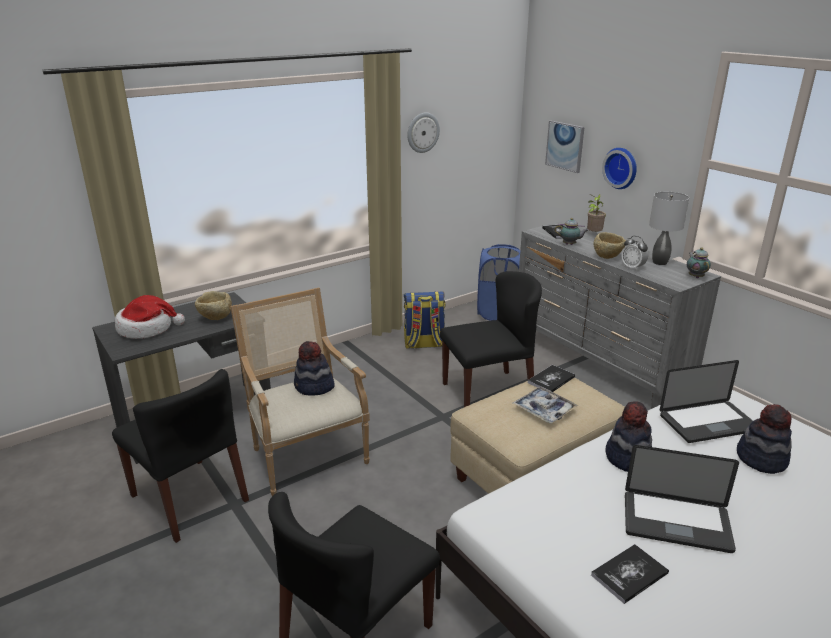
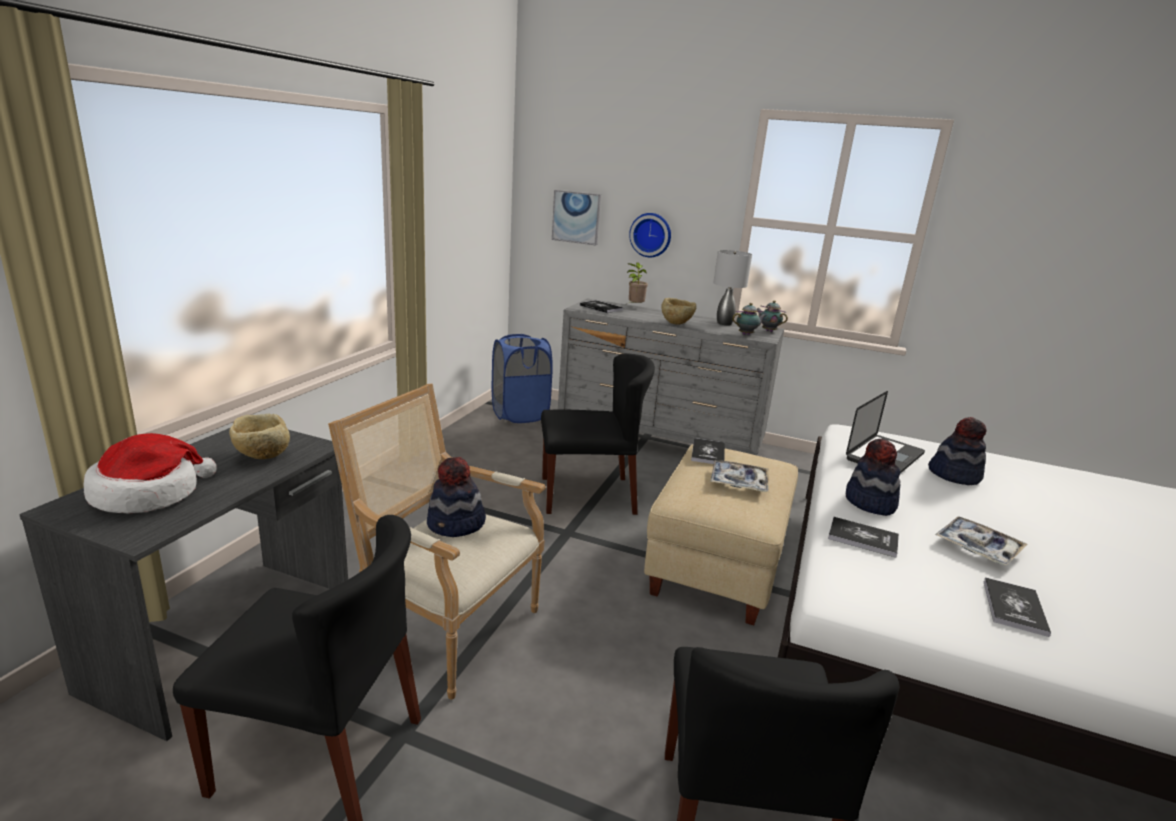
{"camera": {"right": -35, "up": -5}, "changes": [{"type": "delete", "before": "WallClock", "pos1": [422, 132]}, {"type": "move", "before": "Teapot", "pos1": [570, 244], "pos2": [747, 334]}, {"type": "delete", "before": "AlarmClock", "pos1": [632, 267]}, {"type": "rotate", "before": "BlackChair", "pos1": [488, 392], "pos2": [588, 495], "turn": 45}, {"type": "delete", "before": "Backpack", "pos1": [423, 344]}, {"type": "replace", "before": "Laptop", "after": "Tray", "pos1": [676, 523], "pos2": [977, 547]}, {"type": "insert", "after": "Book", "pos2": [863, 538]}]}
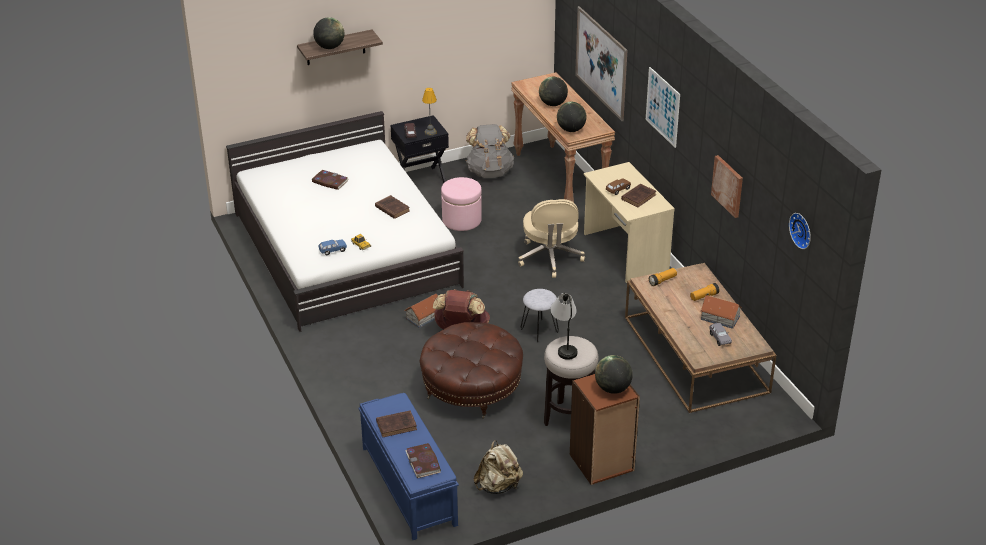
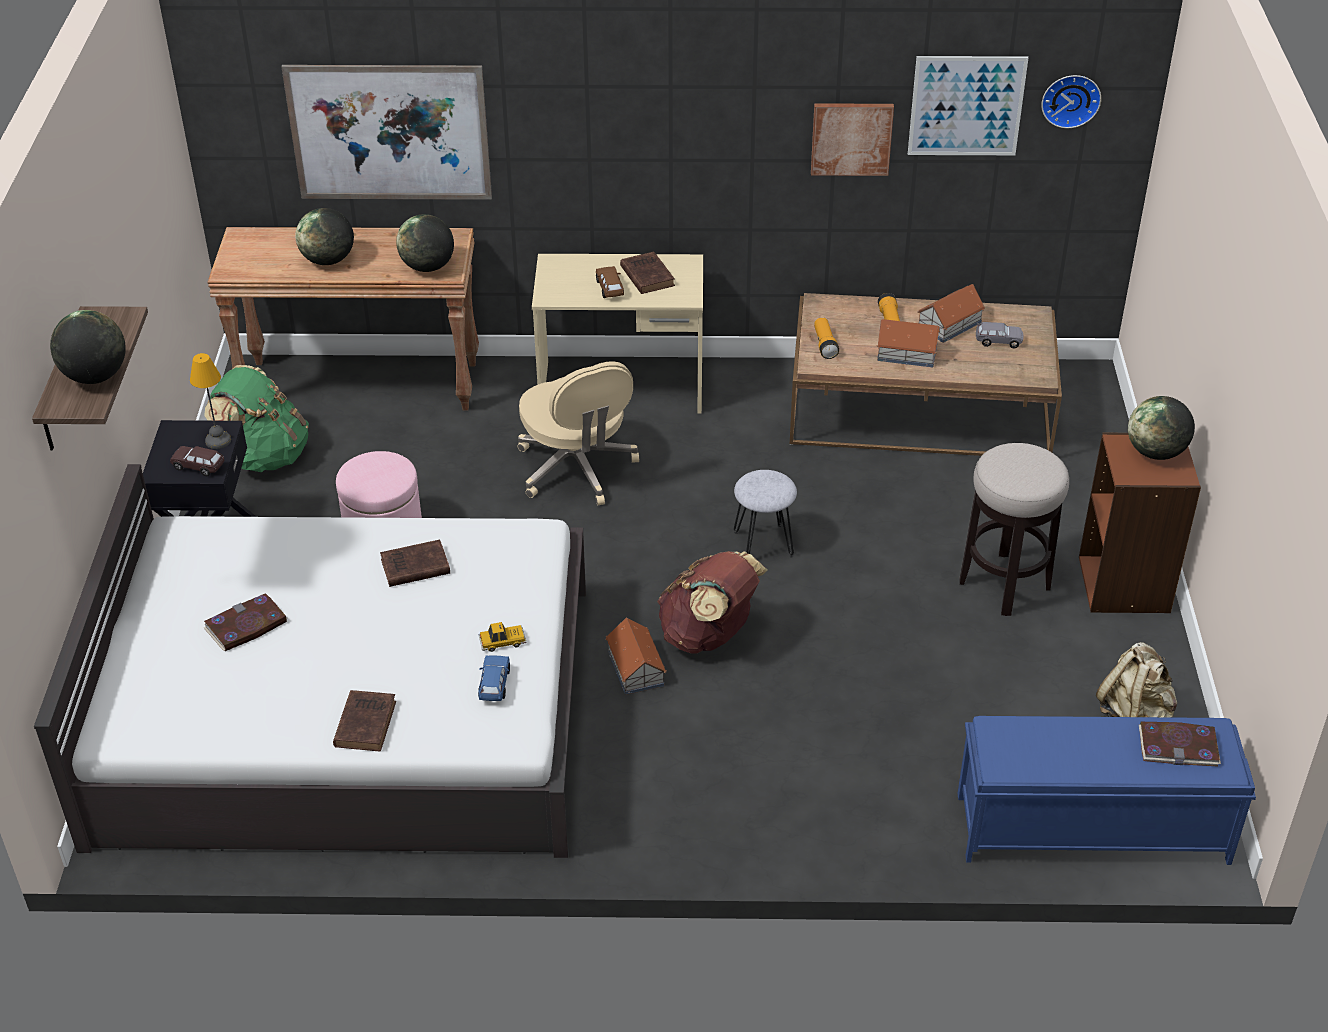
{"camera": {"right": -65, "up": 5}, "changes": [{"type": "move", "before": "Picture", "pos1": [663, 107], "pos2": [966, 106]}, {"type": "recolor", "before": "GreyBackpack", "after": "GreenBackpack", "pos1": [489, 171], "pos2": [265, 455]}, {"type": "rotate", "before": "BeigeOfficeChair", "pos1": [550, 258], "pos2": [577, 469], "turn": 45}, {"type": "delete", "before": "TableLamp", "pos1": [565, 344]}, {"type": "delete", "before": "BrownOttoman", "pos1": [471, 389]}, {"type": "move", "before": "BrownBook", "pos1": [397, 425], "pos2": [366, 722]}, {"type": "insert", "after": "ToyHouse", "pos2": [907, 353]}]}
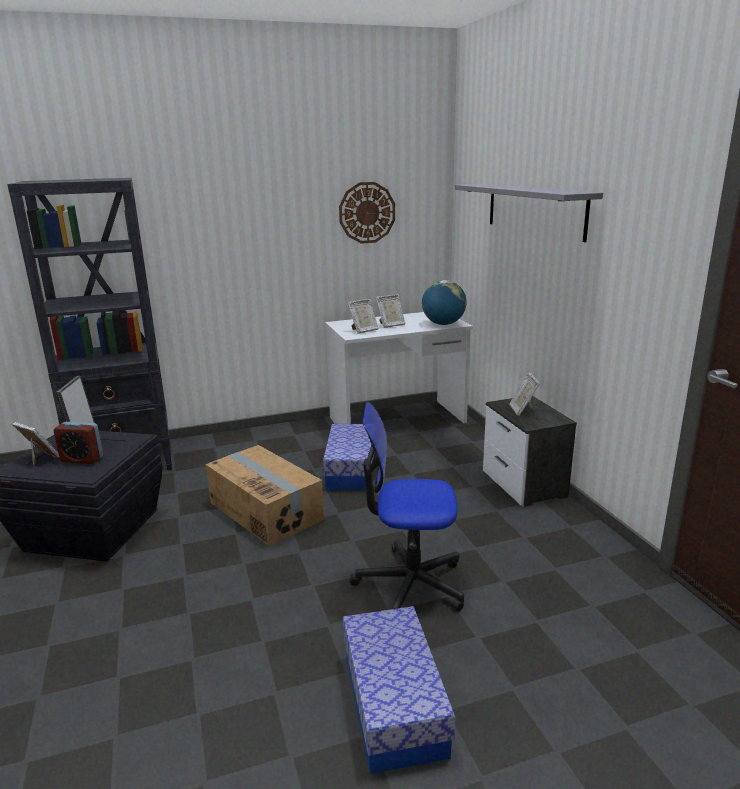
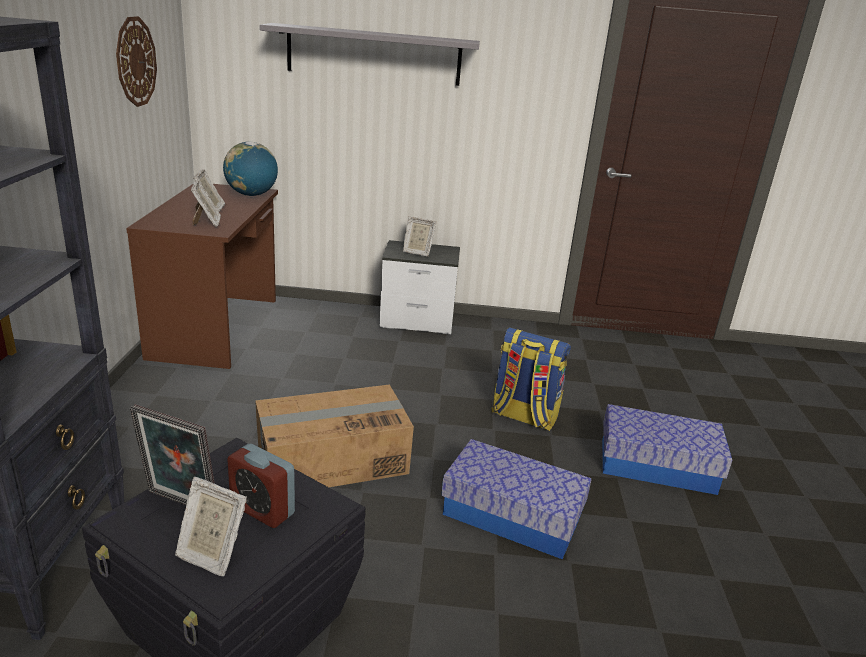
{"camera": {"right": -70, "up": 5}, "changes": [{"type": "recolor", "before": "WhiteDesk", "after": "BrownDesk", "pos1": [397, 420], "pos2": [217, 328]}, {"type": "replace", "before": "OfficeChair", "after": "Backpack", "pos1": [410, 584], "pos2": [523, 416]}, {"type": "rotate", "before": "AlarmClock", "pos1": [82, 459], "pos2": [262, 509], "turn": 90}, {"type": "rotate", "before": "PictureFrame", "pos1": [41, 458], "pos2": [211, 554], "turn": -120}, {"type": "move", "before": "StorageBox", "pos1": [351, 469], "pos2": [512, 515]}]}
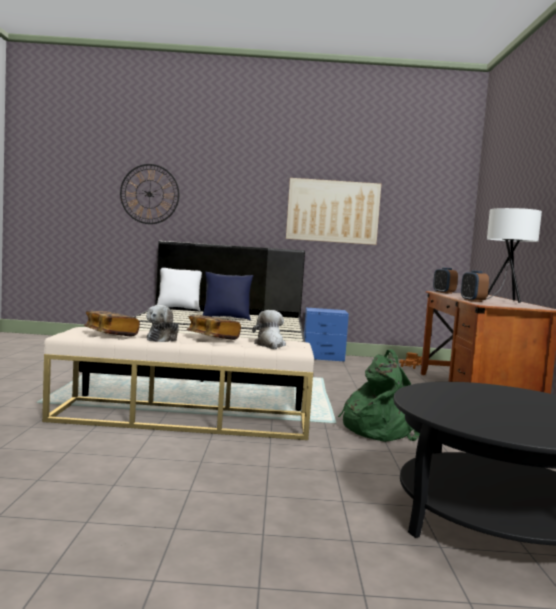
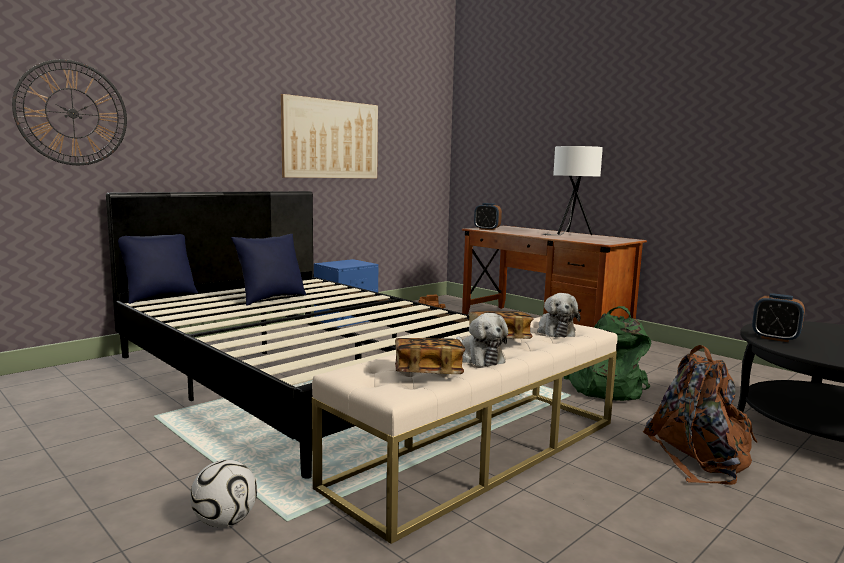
{"camera": {"right": -45, "up": 5}, "changes": [{"type": "recolor", "before": "WhitePillow", "after": "BluePillow", "pos1": [178, 309], "pos2": [159, 297]}, {"type": "move", "before": "AlarmClock", "pos1": [473, 301], "pos2": [775, 338]}, {"type": "rotate", "before": "PlushToy", "pos1": [270, 345], "pos2": [555, 331], "turn": -135}, {"type": "insert", "after": "BrownBackpack", "pos2": [700, 457]}, {"type": "insert", "after": "Football", "pos2": [225, 522]}]}
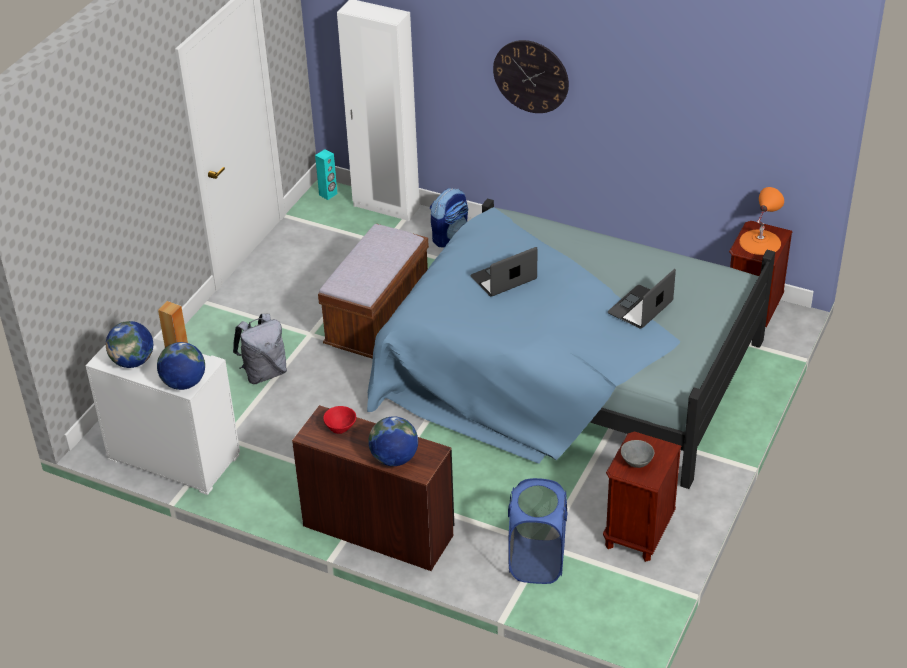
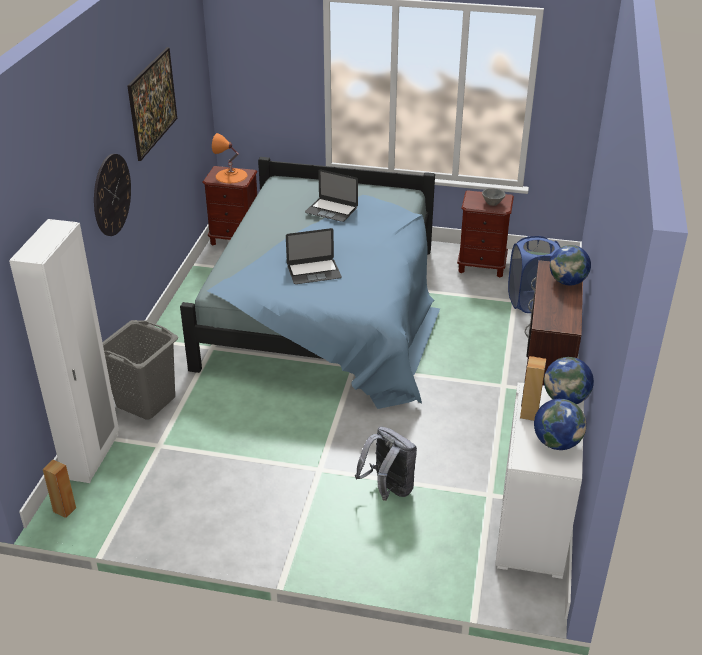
{"camera": {"right": -105, "up": -5}, "changes": [{"type": "recolor", "before": "TurquoiseSpeaker", "after": "BrownSpeaker", "pos1": [328, 194], "pos2": [65, 509]}, {"type": "replace", "before": "Backpack", "after": "GreyLaundryBasket", "pos1": [450, 237], "pos2": [145, 401]}, {"type": "delete", "before": "BrownBench", "pos1": [378, 320]}, {"type": "rotate", "before": "Laptop", "pos1": [503, 278], "pos2": [314, 271], "turn": -60}, {"type": "delete", "before": "RedBowl", "pos1": [341, 428]}, {"type": "insert", "after": "Picture", "pos2": [154, 121]}]}
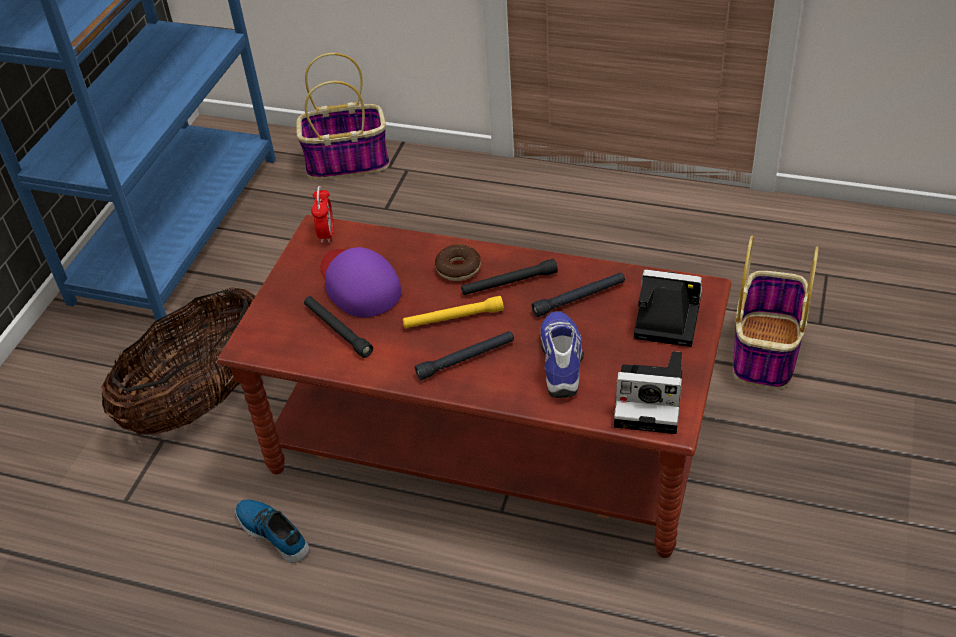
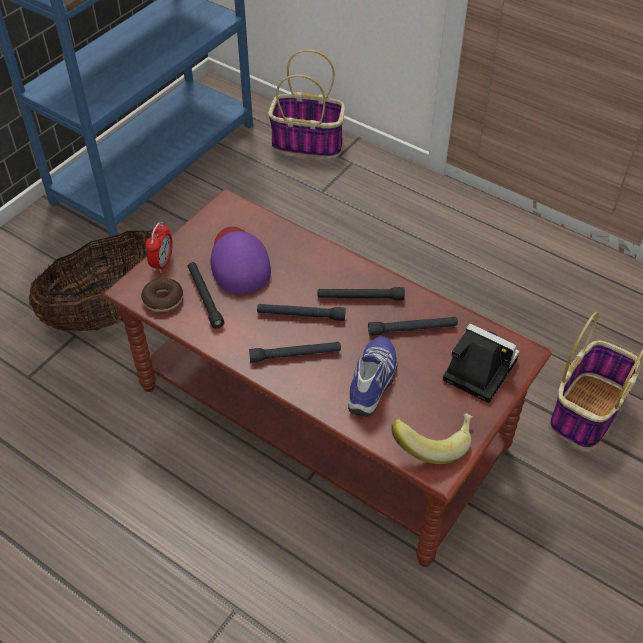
{"camera": {"right": 15, "up": 5}, "changes": [{"type": "move", "before": "AlarmClock", "pos1": [326, 234], "pos2": [162, 263]}, {"type": "move", "before": "Donut", "pos1": [458, 268], "pos2": [163, 299]}, {"type": "recolor", "before": "YellowFlashlight", "after": "BlackFlashlight", "pos1": [453, 318], "pos2": [301, 315]}, {"type": "replace", "before": "PhotoCamera", "after": "Banana", "pos1": [652, 401], "pos2": [433, 442]}, {"type": "delete", "before": "Shoe", "pos1": [274, 532]}]}
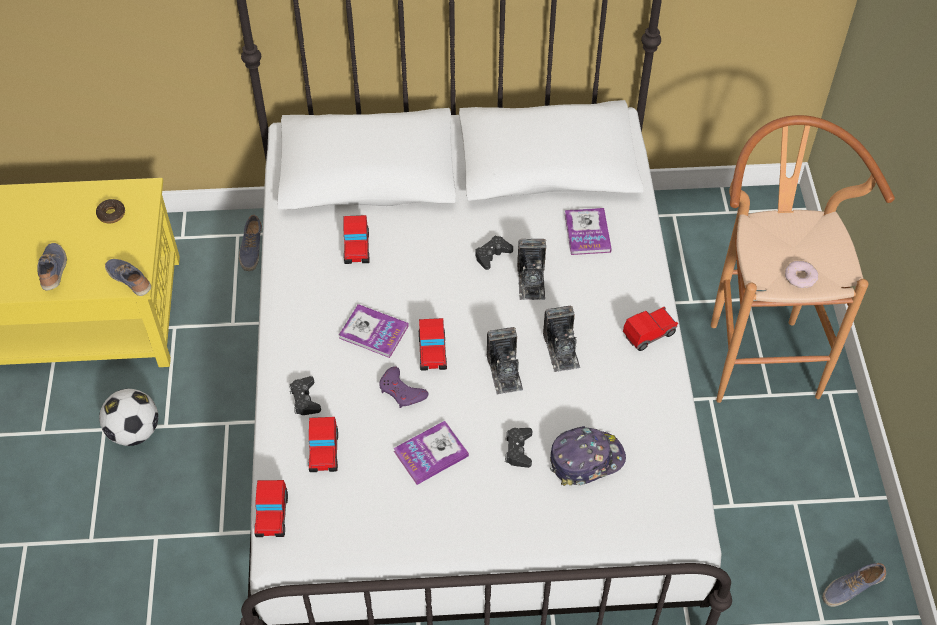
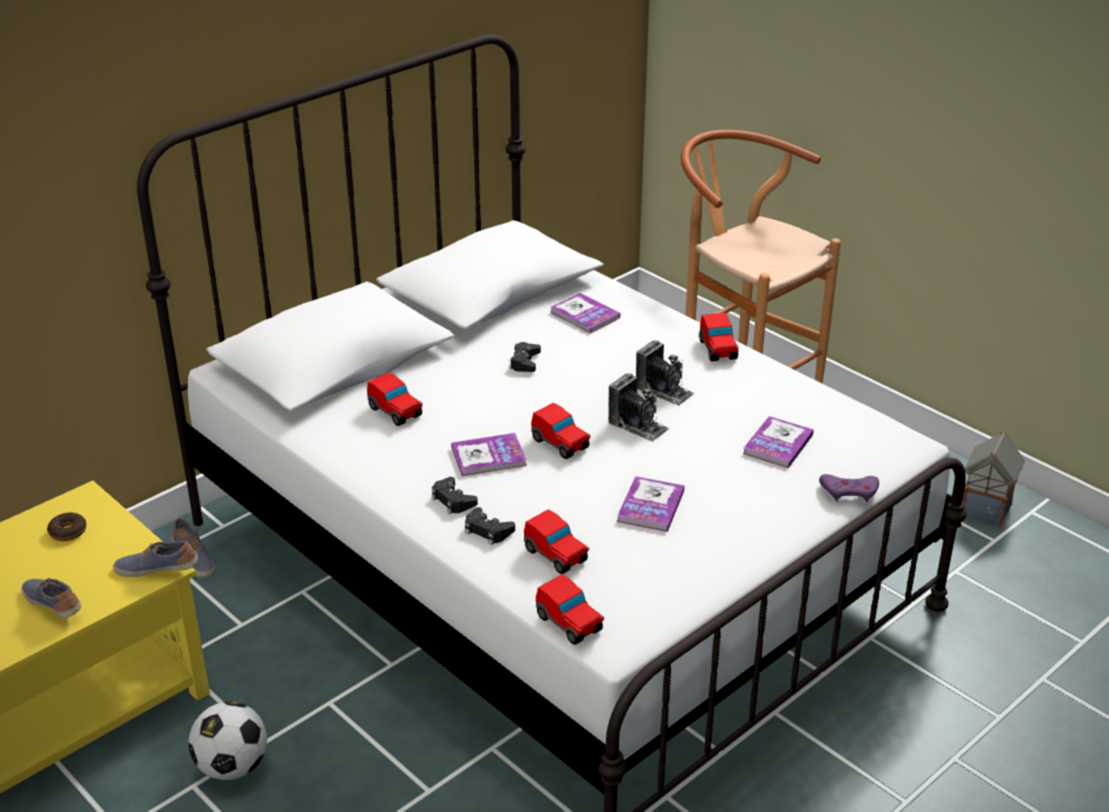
{"camera": {"right": -40, "up": -20}, "changes": [{"type": "delete", "before": "PhotoCamera", "pos1": [531, 281]}, {"type": "delete", "before": "Donut", "pos1": [800, 277]}, {"type": "rotate", "before": "ToyCar", "pos1": [649, 334], "pos2": [718, 350], "turn": 150}, {"type": "move", "before": "PurpleGameController", "pos1": [401, 391], "pos2": [849, 491]}, {"type": "replace", "before": "Cap", "after": "Book", "pos1": [586, 459], "pos2": [778, 444]}, {"type": "move", "before": "BlackGameController", "pos1": [518, 450], "pos2": [453, 500]}, {"type": "replace", "before": "Shoe", "after": "ToyHouse", "pos1": [851, 587], "pos2": [985, 508]}]}
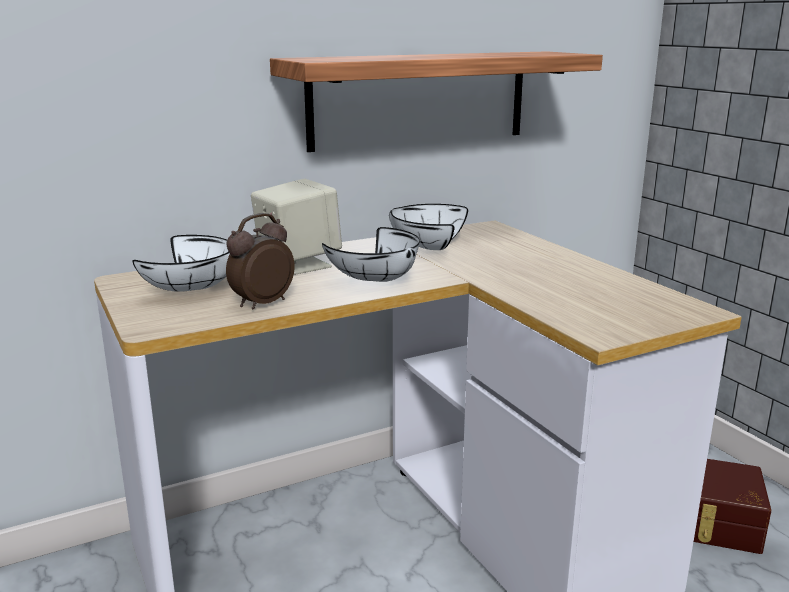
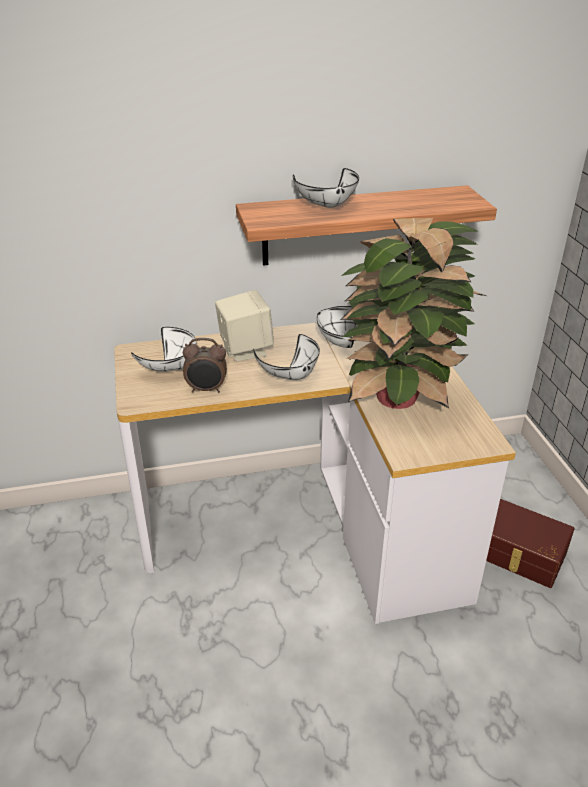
{"camera": {"right": 15, "up": 15}, "changes": [{"type": "rotate", "before": "AlarmClock", "pos1": [261, 304], "pos2": [206, 389], "turn": -150}, {"type": "insert", "after": "WhiteBowl", "pos2": [329, 206]}, {"type": "insert", "after": "PottedPlant", "pos2": [400, 399]}]}
